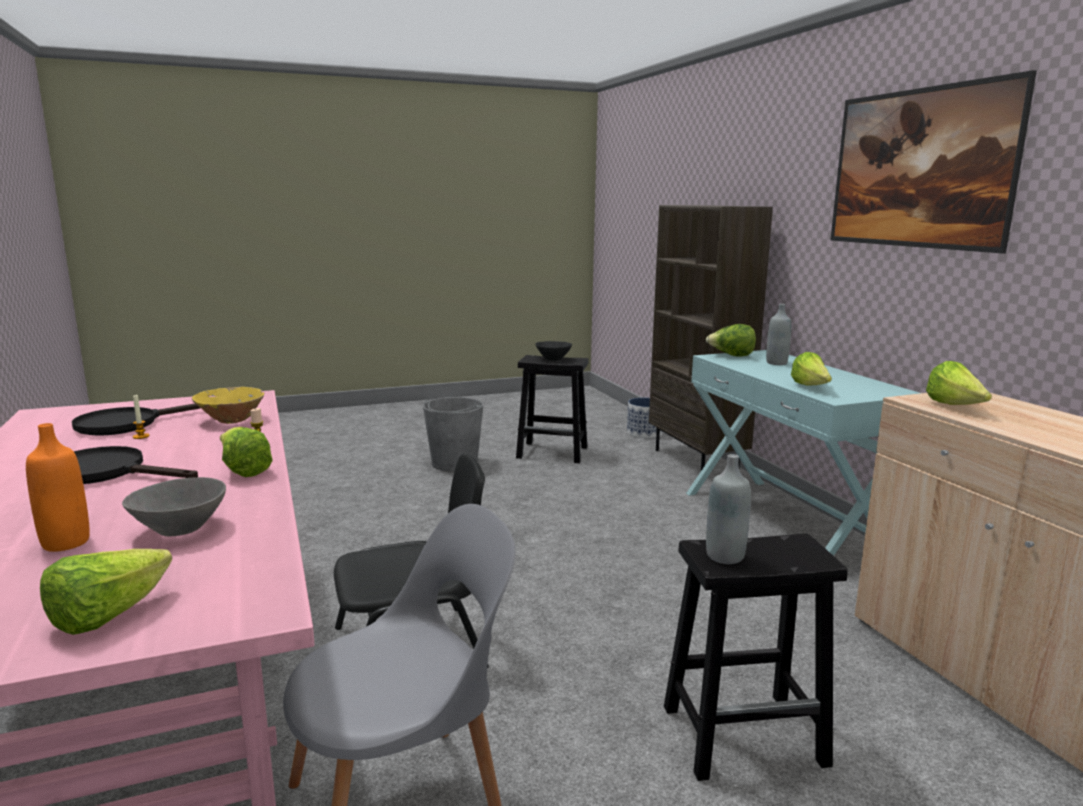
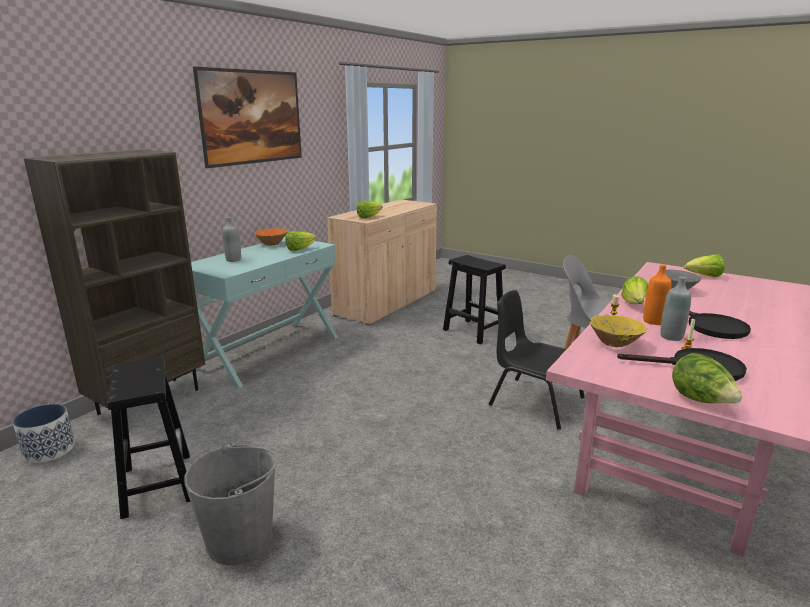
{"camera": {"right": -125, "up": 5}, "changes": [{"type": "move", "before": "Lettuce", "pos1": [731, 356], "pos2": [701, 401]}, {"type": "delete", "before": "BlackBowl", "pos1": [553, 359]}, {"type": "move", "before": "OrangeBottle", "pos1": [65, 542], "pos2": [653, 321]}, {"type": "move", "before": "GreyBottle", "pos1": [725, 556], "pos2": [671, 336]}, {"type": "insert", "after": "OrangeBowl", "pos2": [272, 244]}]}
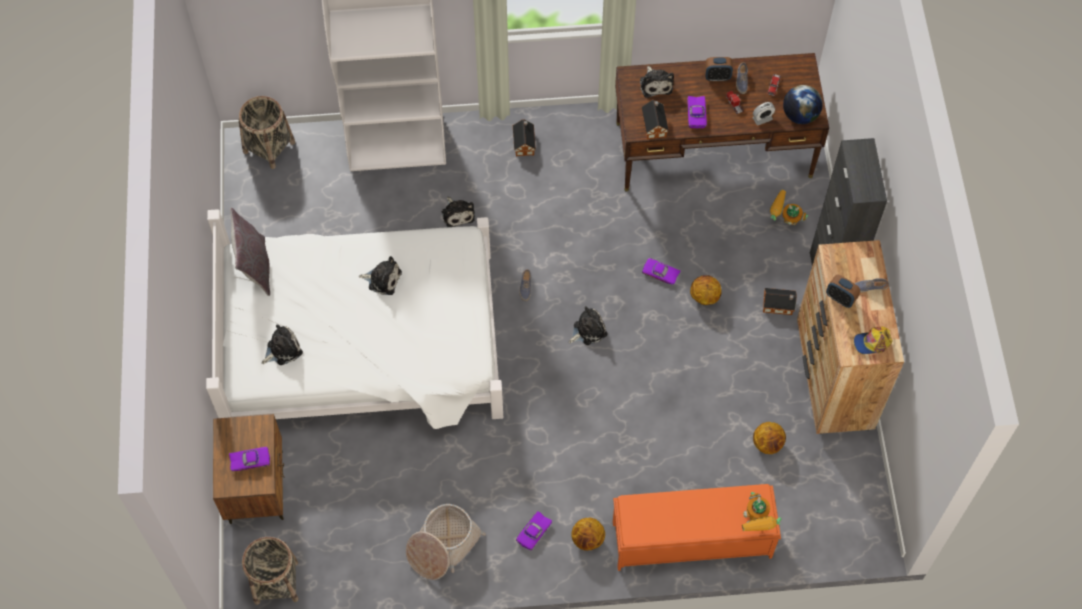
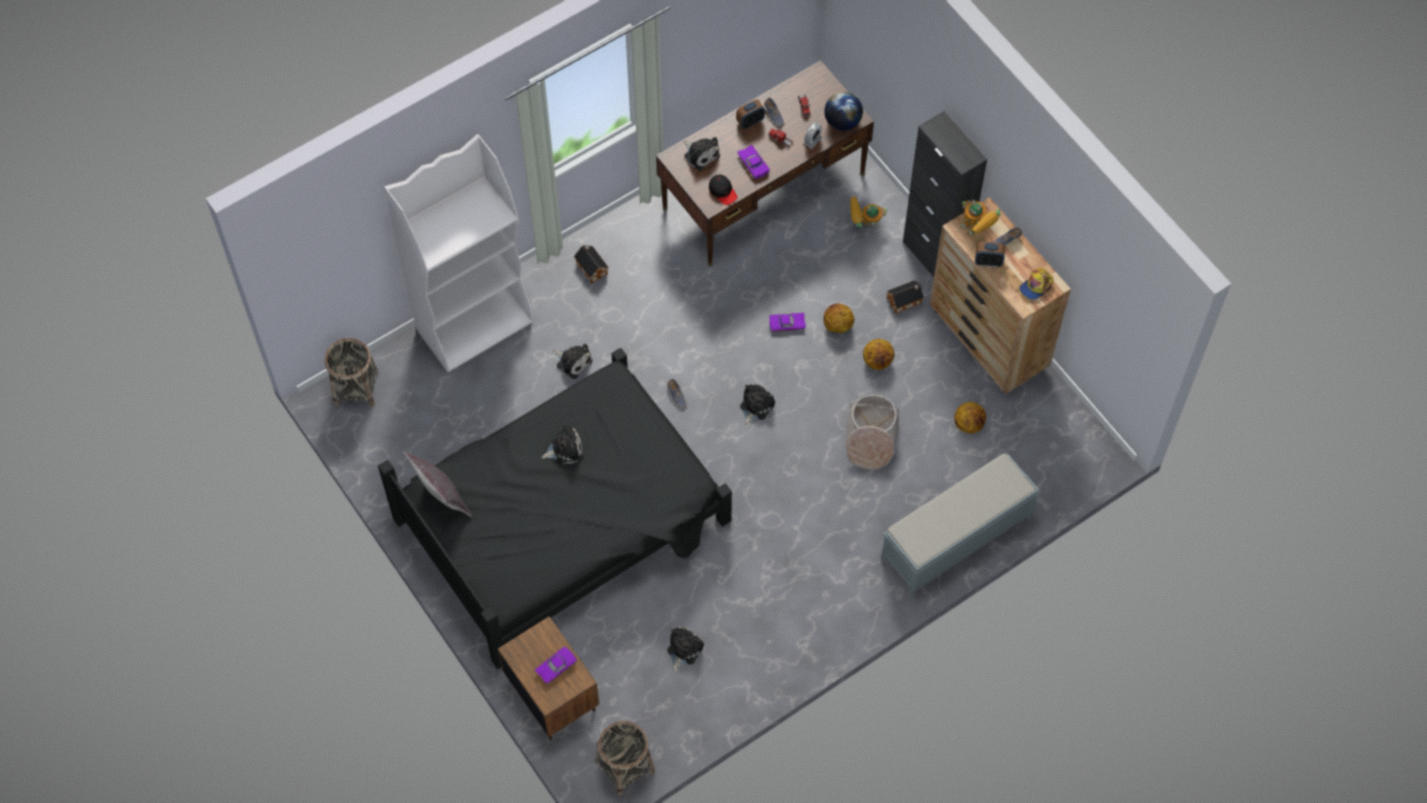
{"camera": {"right": -30, "up": 0}, "changes": [{"type": "replace", "before": "ToyHouse", "after": "BlackCap", "pos1": [654, 125], "pos2": [722, 191]}, {"type": "recolor", "before": "WhiteBed", "after": "BlackBed", "pos1": [364, 343], "pos2": [564, 520]}, {"type": "move", "before": "PlushToy", "pos1": [282, 349], "pos2": [683, 649]}, {"type": "recolor", "before": "OrangeBench", "after": "GreyBench", "pos1": [690, 540], "pos2": [955, 539]}, {"type": "move", "before": "ToyRobot", "pos1": [756, 524], "pos2": [977, 230]}, {"type": "move", "before": "Basket", "pos1": [443, 545], "pos2": [870, 437]}, {"type": "delete", "before": "PurpleToyCar", "pos1": [535, 533]}, {"type": "move", "before": "Basketball", "pos1": [588, 540], "pos2": [878, 361]}]}
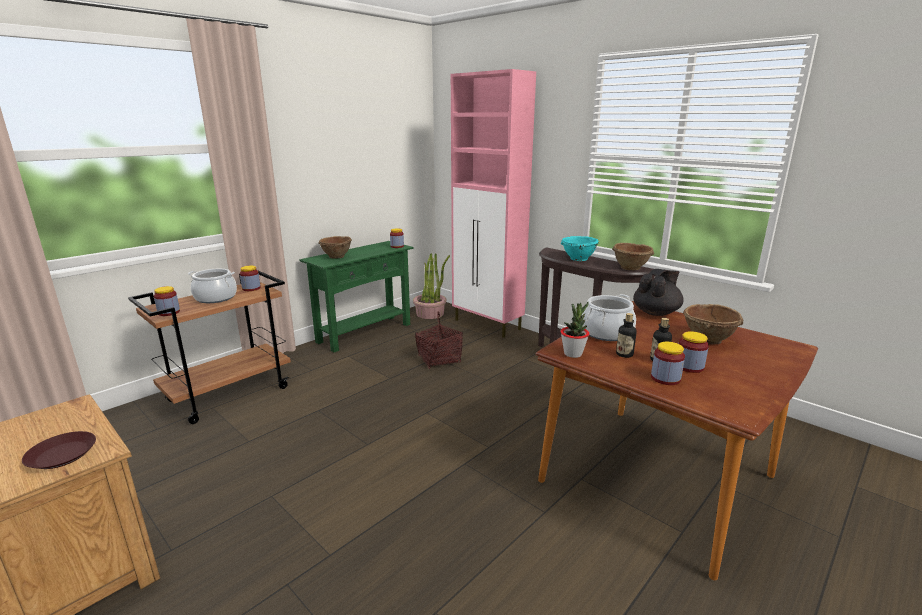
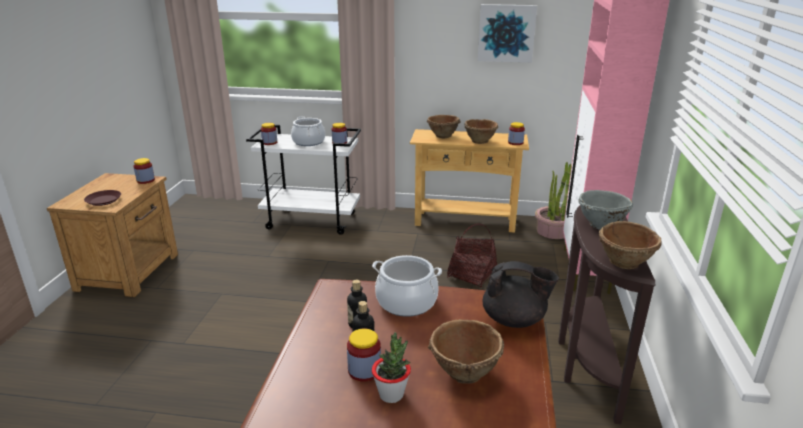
{"camera": {"right": 55, "up": 5}, "changes": [{"type": "recolor", "before": "TurquoiseBowl", "after": "GreyBowl", "pos1": [578, 259], "pos2": [601, 224]}, {"type": "recolor", "before": "GreenConsoleTable", "after": "BeigeConsoleTable", "pos1": [364, 333], "pos2": [465, 221]}, {"type": "recolor", "before": "BrownCart", "after": "WhiteCart", "pos1": [230, 393], "pos2": [312, 221]}, {"type": "move", "before": "PottedPlant", "pos1": [573, 354], "pos2": [391, 394]}, {"type": "move", "before": "Jar", "pos1": [665, 378], "pos2": [145, 180]}, {"type": "insert", "after": "Picture", "pos2": [506, 33]}, {"type": "insert", "after": "BrownBowl", "pos2": [480, 141]}]}
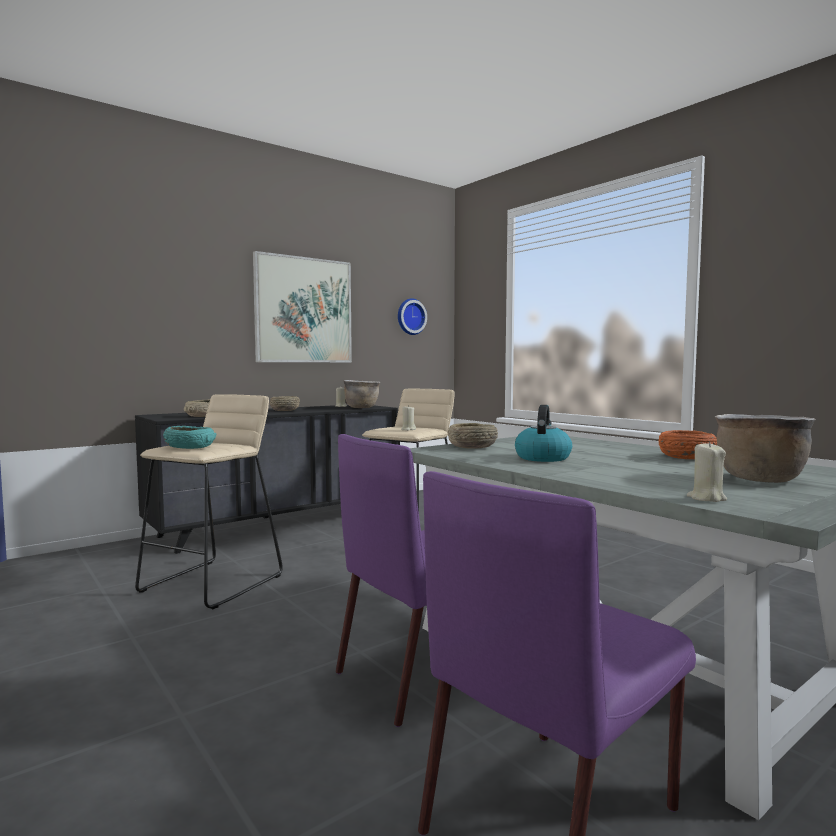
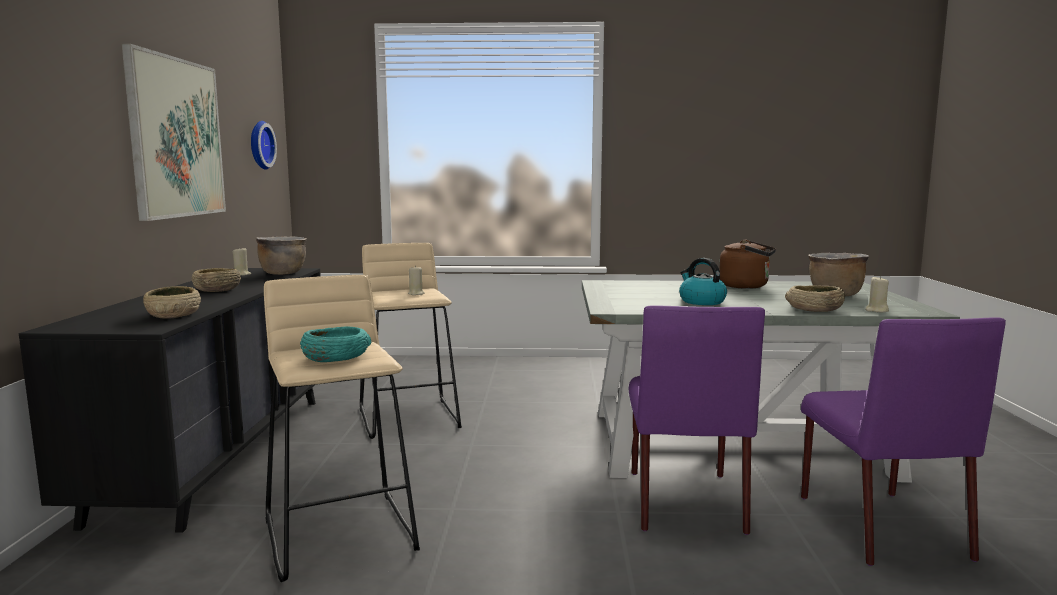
{"camera": {"right": -50, "up": 5}, "changes": [{"type": "move", "before": "BeigeBowl", "pos1": [471, 447], "pos2": [814, 309]}, {"type": "replace", "before": "OrangeBowl", "after": "BrownKettle", "pos1": [685, 457], "pos2": [747, 286]}]}
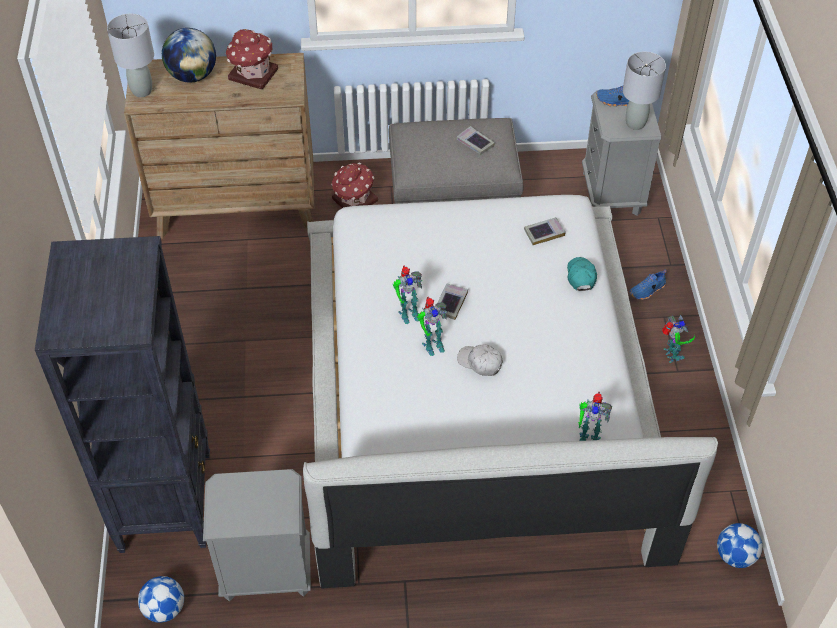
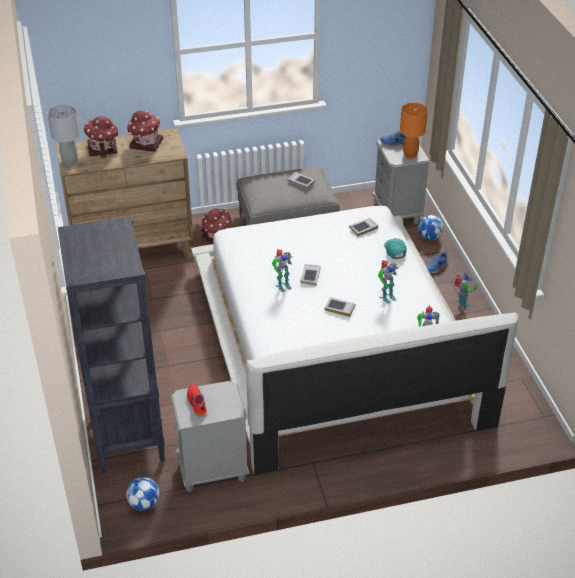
{"camera": {"right": -10, "up": -10}, "changes": [{"type": "replace", "before": "Globe", "after": "ToyHouse", "pos1": [192, 76], "pos2": [103, 148]}, {"type": "recolor", "before": "GreyTableLamp", "after": "OrangeTableLamp", "pos1": [635, 123], "pos2": [410, 154]}, {"type": "move", "before": "ToyRobot", "pos1": [432, 344], "pos2": [386, 297]}, {"type": "replace", "before": "WhiteCap", "after": "Book", "pos1": [480, 362], "pos2": [340, 308]}, {"type": "move", "before": "Football", "pos1": [735, 555], "pos2": [429, 237]}, {"type": "insert", "after": "RedShoe", "pos2": [196, 403]}]}
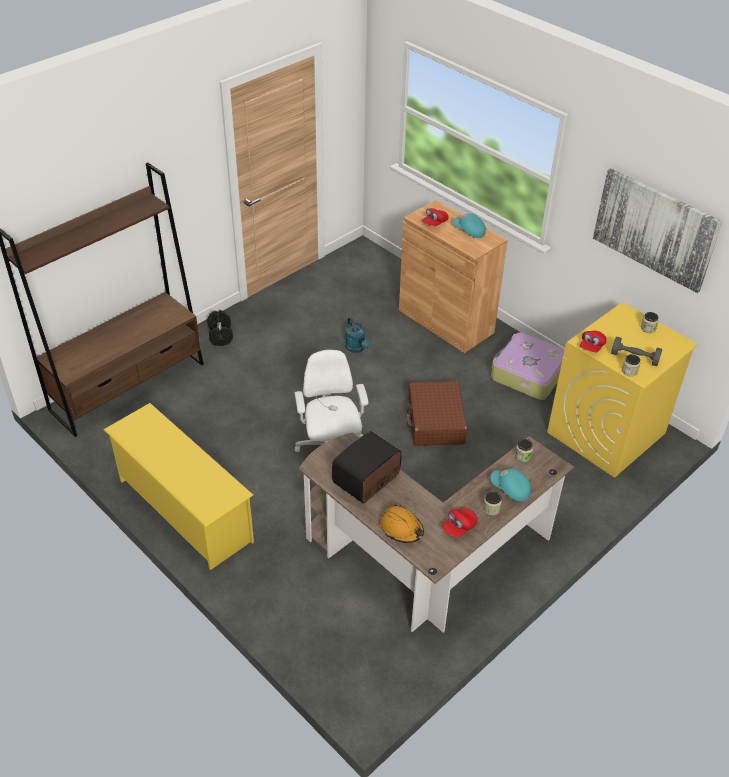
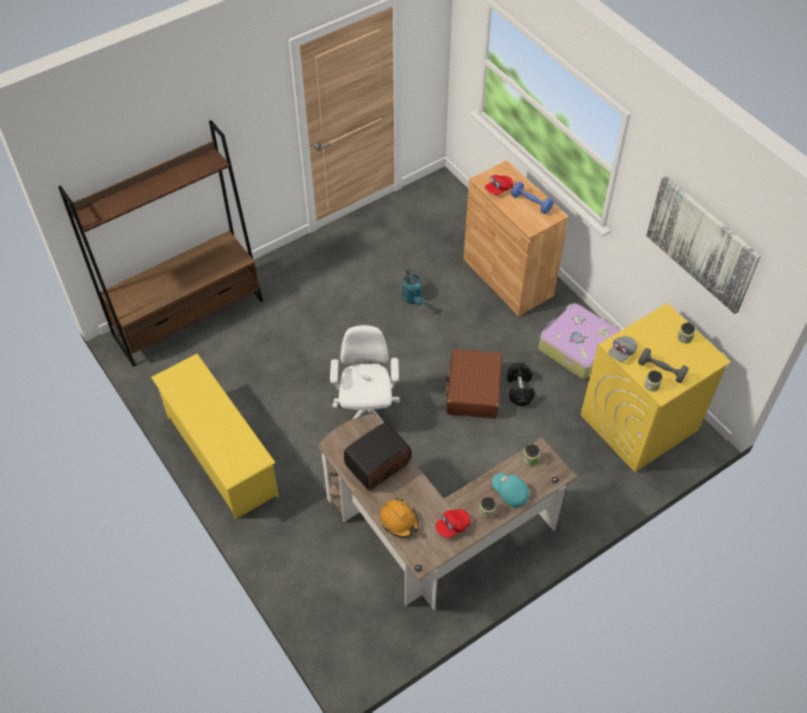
{"camera": {"right": 10, "up": 10}, "changes": [{"type": "replace", "before": "TurquoiseCap", "after": "BlueDumbbell", "pos1": [469, 231], "pos2": [531, 203]}, {"type": "move", "before": "BlackDumbbell", "pos1": [220, 335], "pos2": [520, 389]}, {"type": "recolor", "before": "RedCap", "after": "GreyCap", "pos1": [591, 347], "pos2": [621, 353]}]}
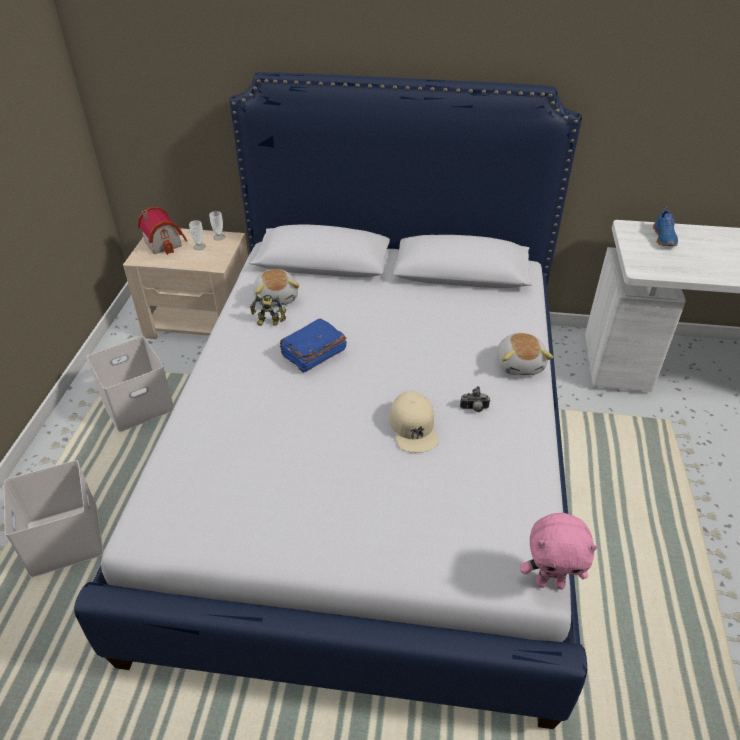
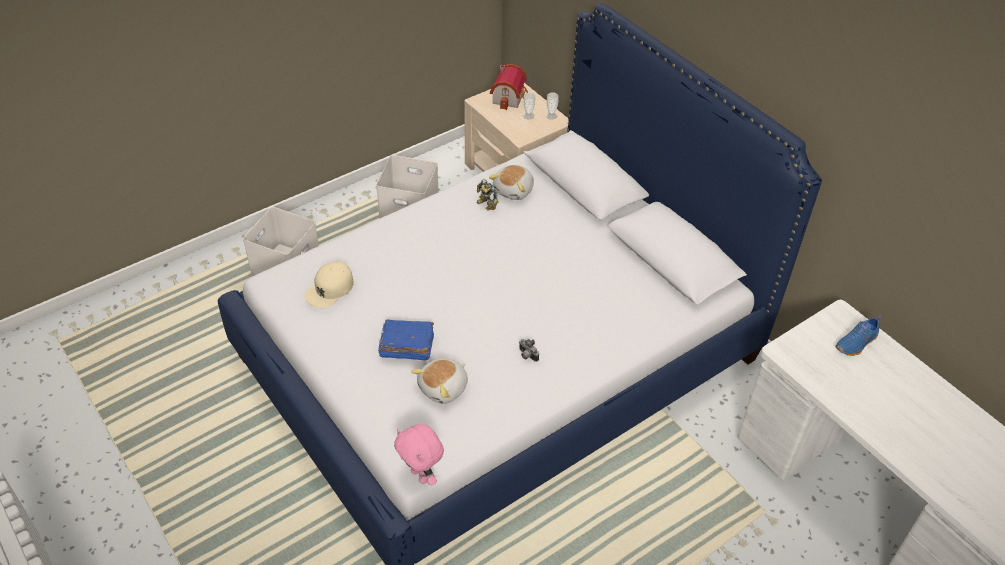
{"camera": {"right": 45, "up": 5}, "changes": [{"type": "move", "before": "BlueBook", "pos1": [313, 354], "pos2": [406, 347]}, {"type": "move", "before": "PlushToy", "pos1": [520, 364], "pos2": [444, 388]}, {"type": "move", "before": "BeigeCap", "pos1": [413, 427], "pos2": [330, 289]}]}
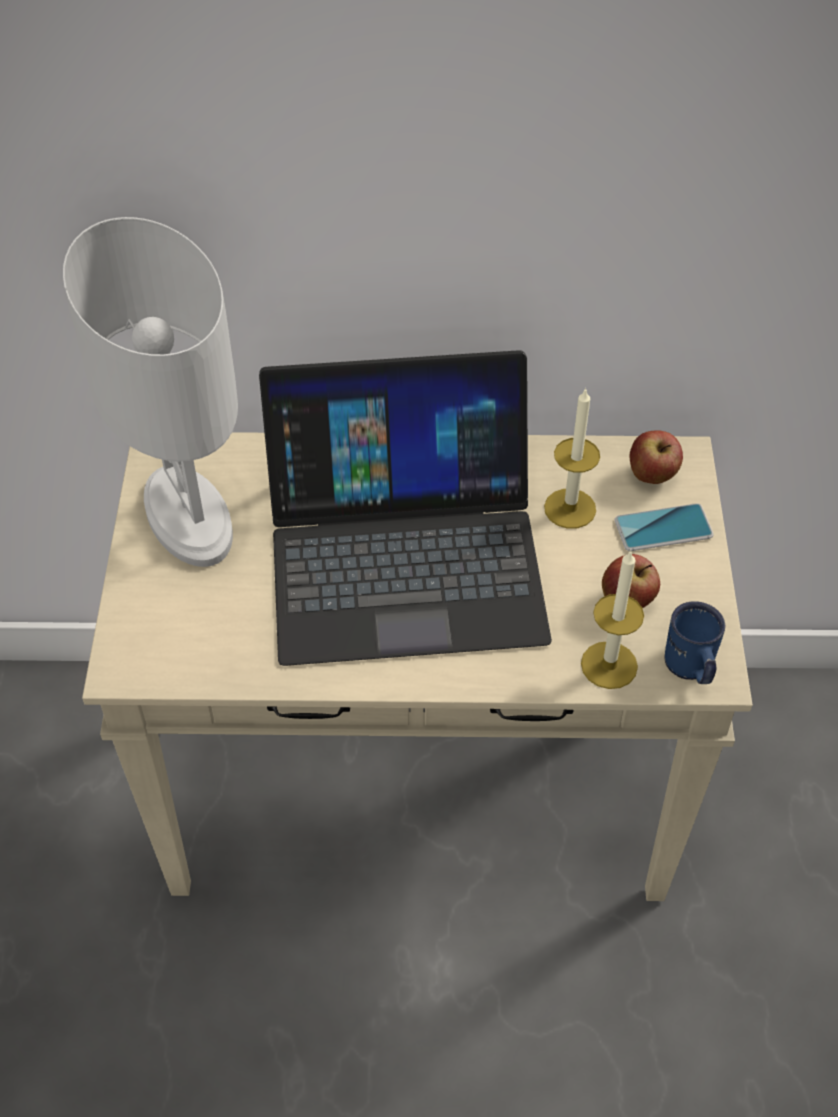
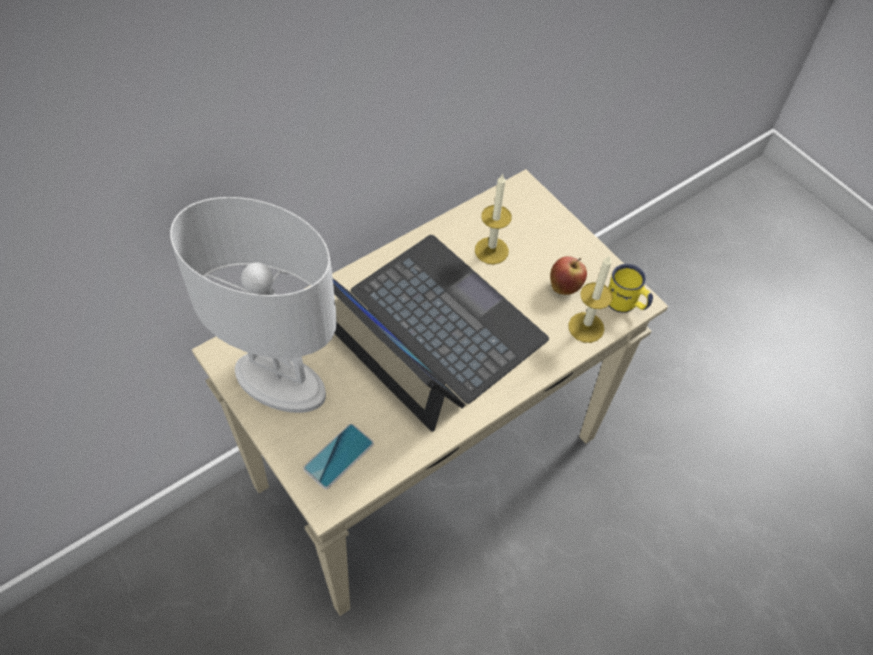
{"camera": {"right": -40, "up": 5}, "changes": [{"type": "rotate", "before": "Laptop", "pos1": [405, 555], "pos2": [427, 330], "turn": -90}, {"type": "delete", "before": "Apple", "pos1": [652, 476]}, {"type": "move", "before": "Phone", "pos1": [663, 528], "pos2": [338, 456]}, {"type": "recolor", "before": "BlueMug", "after": "YellowMug", "pos1": [690, 669], "pos2": [625, 305]}]}
